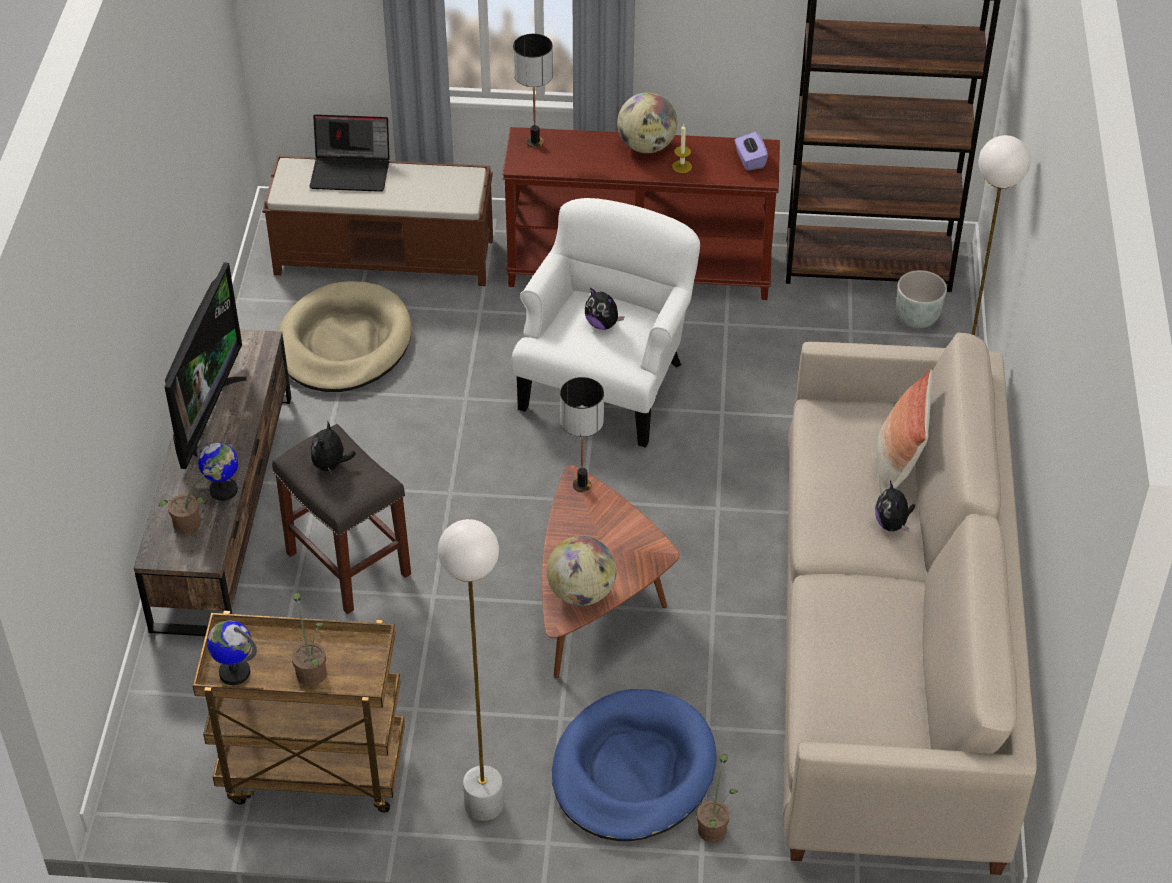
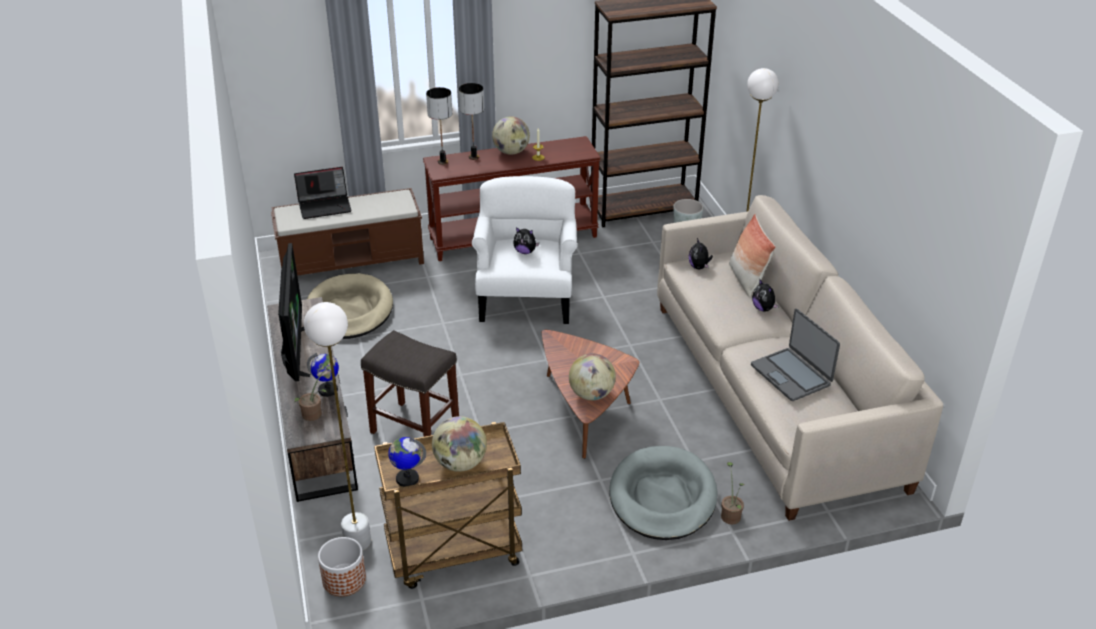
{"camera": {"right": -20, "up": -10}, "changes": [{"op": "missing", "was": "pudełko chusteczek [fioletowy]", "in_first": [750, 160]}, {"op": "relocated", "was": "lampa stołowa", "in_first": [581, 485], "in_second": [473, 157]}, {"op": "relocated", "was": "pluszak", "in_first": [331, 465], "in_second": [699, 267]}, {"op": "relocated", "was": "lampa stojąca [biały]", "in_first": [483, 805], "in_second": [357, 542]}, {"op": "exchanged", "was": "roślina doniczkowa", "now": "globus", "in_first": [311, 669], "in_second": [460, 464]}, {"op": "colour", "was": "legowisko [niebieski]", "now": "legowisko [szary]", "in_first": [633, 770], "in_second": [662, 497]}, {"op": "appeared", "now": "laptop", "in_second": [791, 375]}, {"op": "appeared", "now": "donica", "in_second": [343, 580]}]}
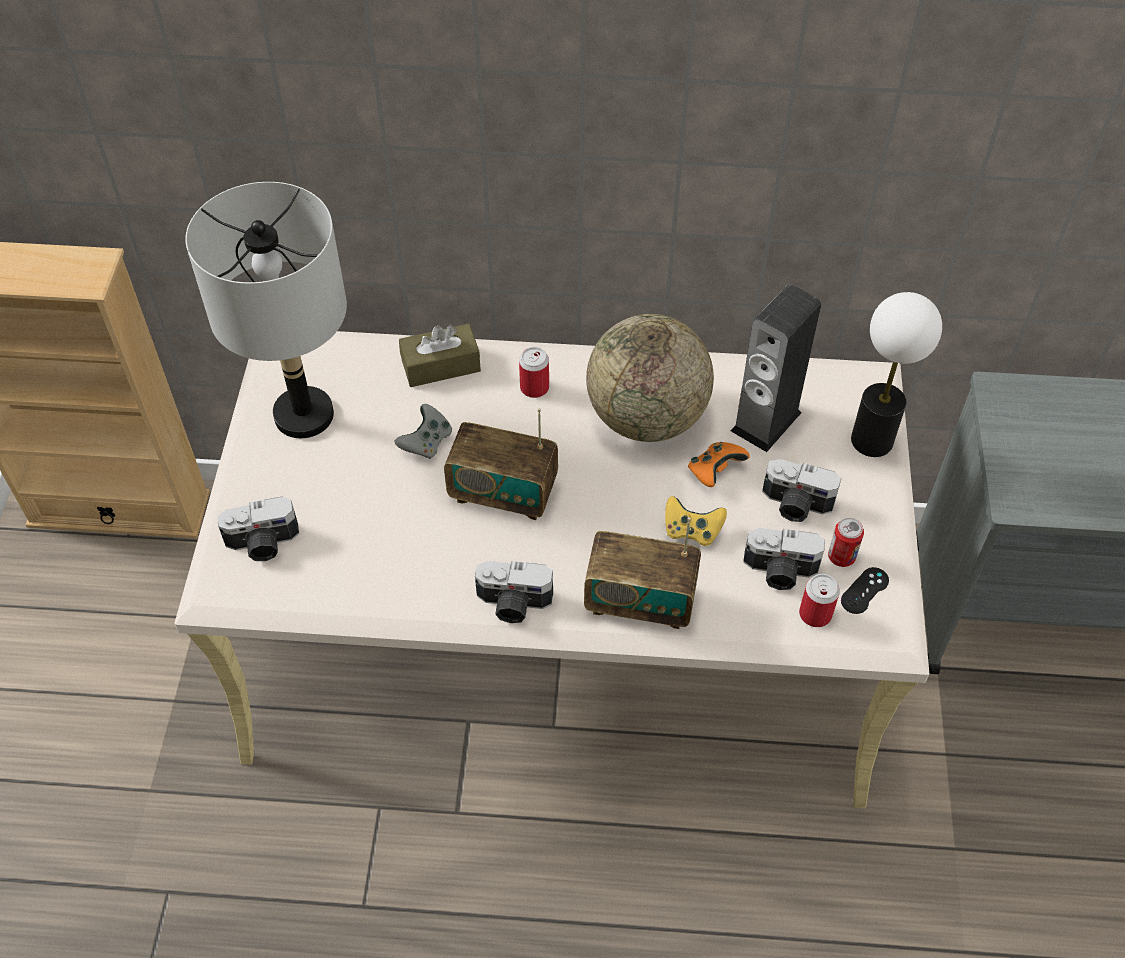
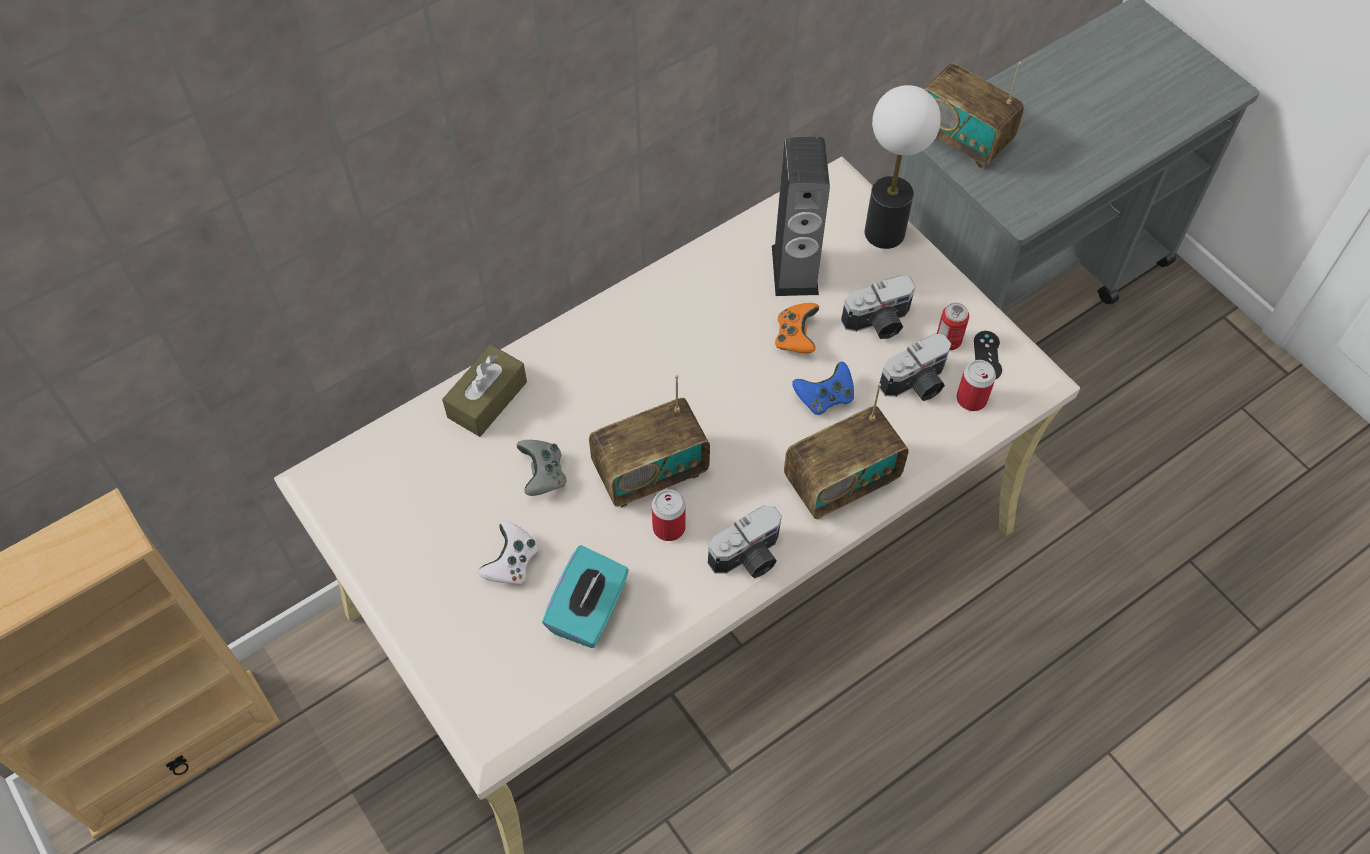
{"camera": {"right": -40, "up": 5}, "changes": [{"op": "missing", "was": "lampa stołowa [szary]", "in_first": [304, 414]}, {"op": "missing", "was": "globus", "in_first": [646, 417]}, {"op": "relocated", "was": "puszka", "in_first": [534, 387], "in_second": [669, 527]}, {"op": "colour", "was": "pad do gier [żółty]", "now": "pad do gier [niebieski]", "in_first": [691, 530], "in_second": [824, 398]}, {"op": "missing", "was": "aparat fotograficzny", "in_first": [263, 544]}, {"op": "appeared", "now": "radio", "in_second": [963, 139]}, {"op": "appeared", "now": "pad do gier [biały]", "in_second": [511, 563]}, {"op": "appeared", "now": "pudełko chusteczek [turkusowy]", "in_second": [589, 611]}]}
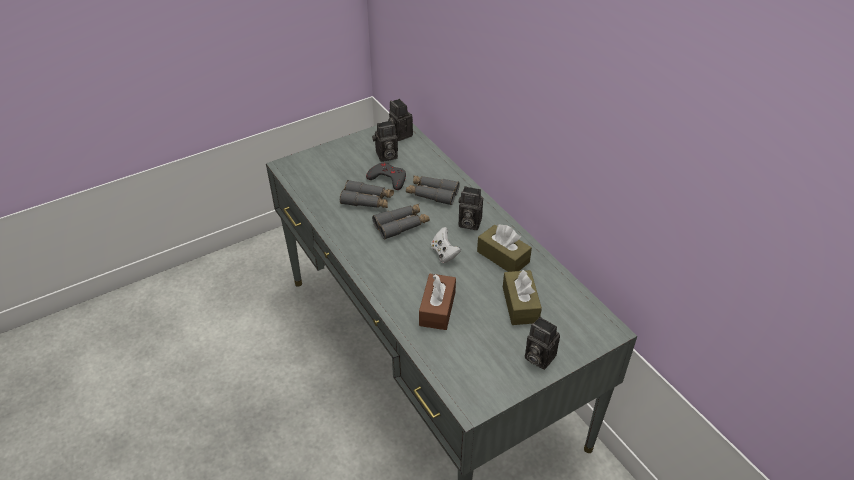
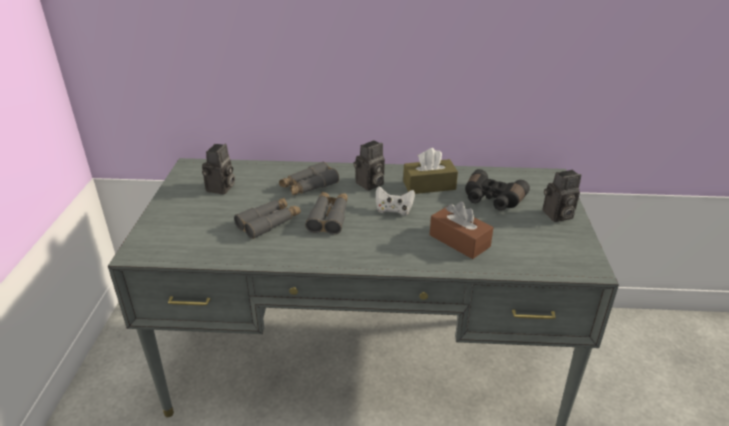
{"camera": {"right": -55, "up": -10}, "changes": [{"op": "missing", "was": "aparat fotograficzny", "in_first": [399, 134]}, {"op": "missing", "was": "pad do gier [szary]", "in_first": [388, 179]}, {"op": "exchanged", "was": "pudełko chusteczek [brązowy]", "now": "lornetka [czarny]", "in_first": [520, 304], "in_second": [492, 200]}]}
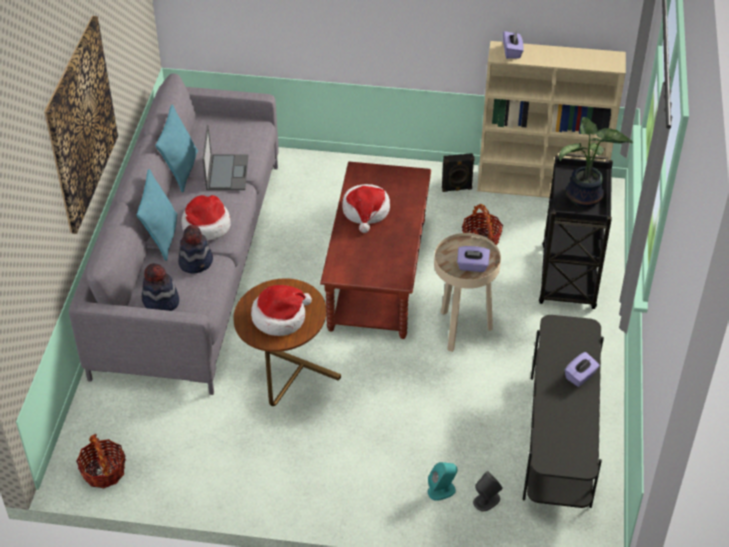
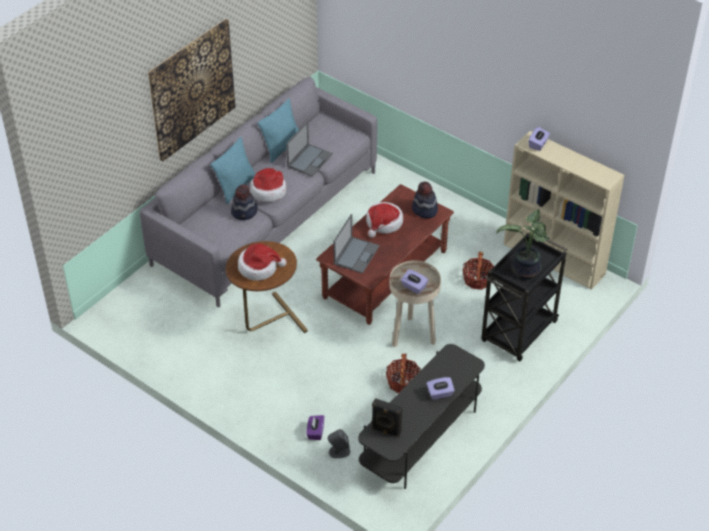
{"camera": {"right": 30, "up": 0}, "changes": [{"op": "relocated", "was": "głośnik [czarny]", "in_first": [456, 189], "in_second": [386, 431]}, {"op": "relocated", "was": "kapelusz", "in_first": [160, 301], "in_second": [424, 210]}, {"op": "relocated", "was": "koszyk", "in_first": [103, 471], "in_second": [402, 382]}, {"op": "exchanged", "was": "głośnik [turkusowy]", "now": "pudełko chusteczek [fioletowy]", "in_first": [442, 490], "in_second": [315, 432]}, {"op": "appeared", "now": "laptop", "in_second": [356, 254]}]}
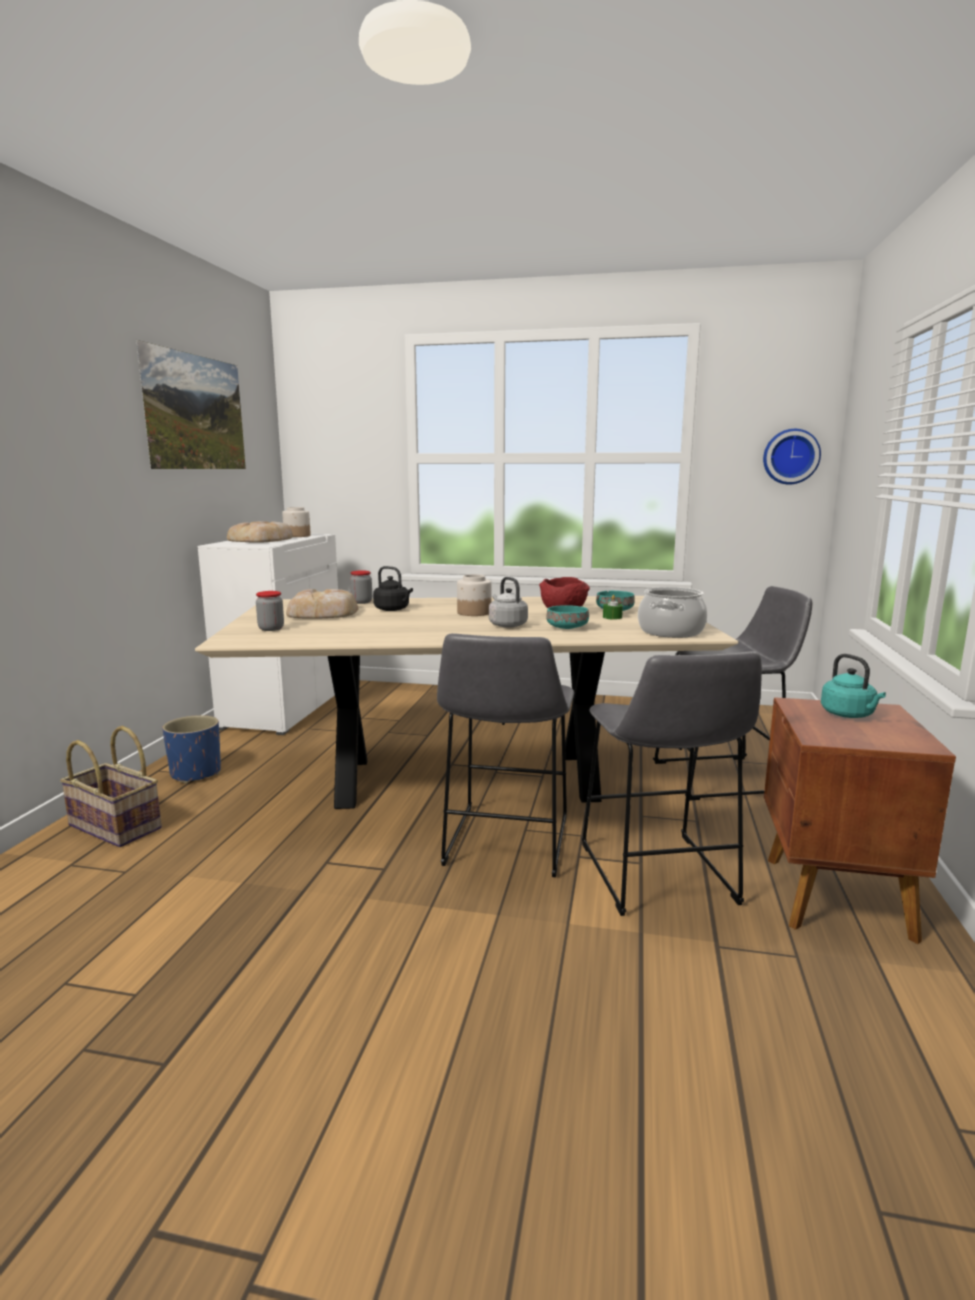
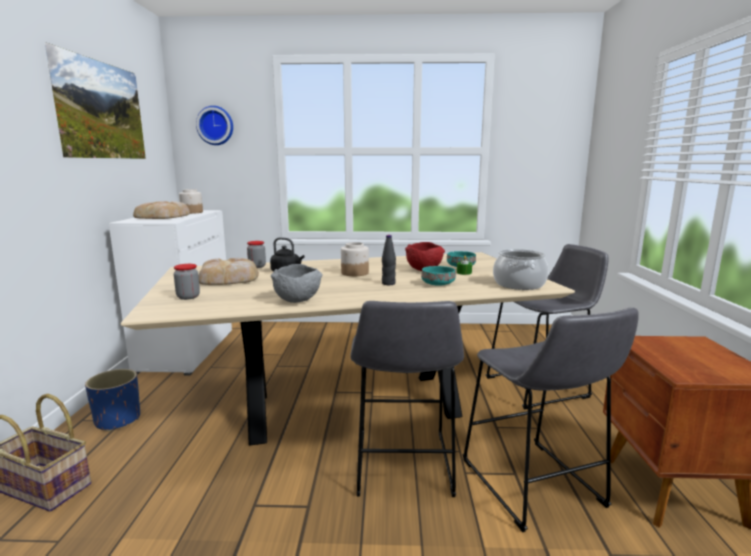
{"camera": {"right": -10, "up": 0}, "changes": [{"op": "relocated", "was": "zegar ścienny", "in_first": [790, 456], "in_second": [215, 125]}, {"op": "exchanged", "was": "czajnik [szary]", "now": "butelka [czarny]", "in_first": [506, 625], "in_second": [388, 283]}, {"op": "missing", "was": "czajnik [turkusowy]", "in_first": [849, 715]}, {"op": "appeared", "now": "miska [szary]", "in_second": [298, 300]}]}
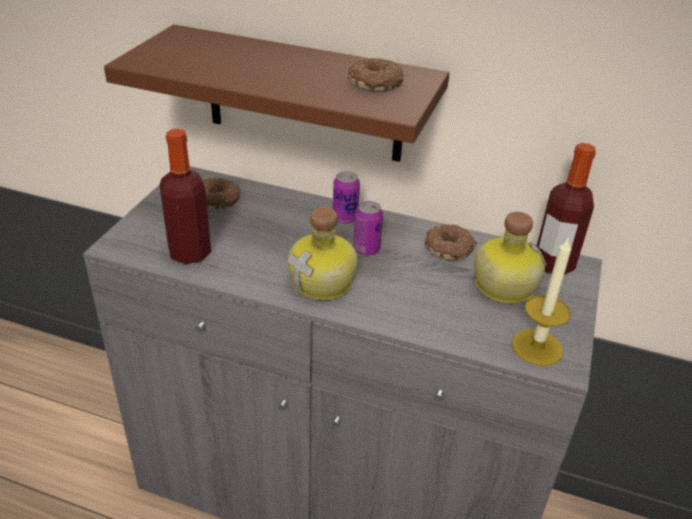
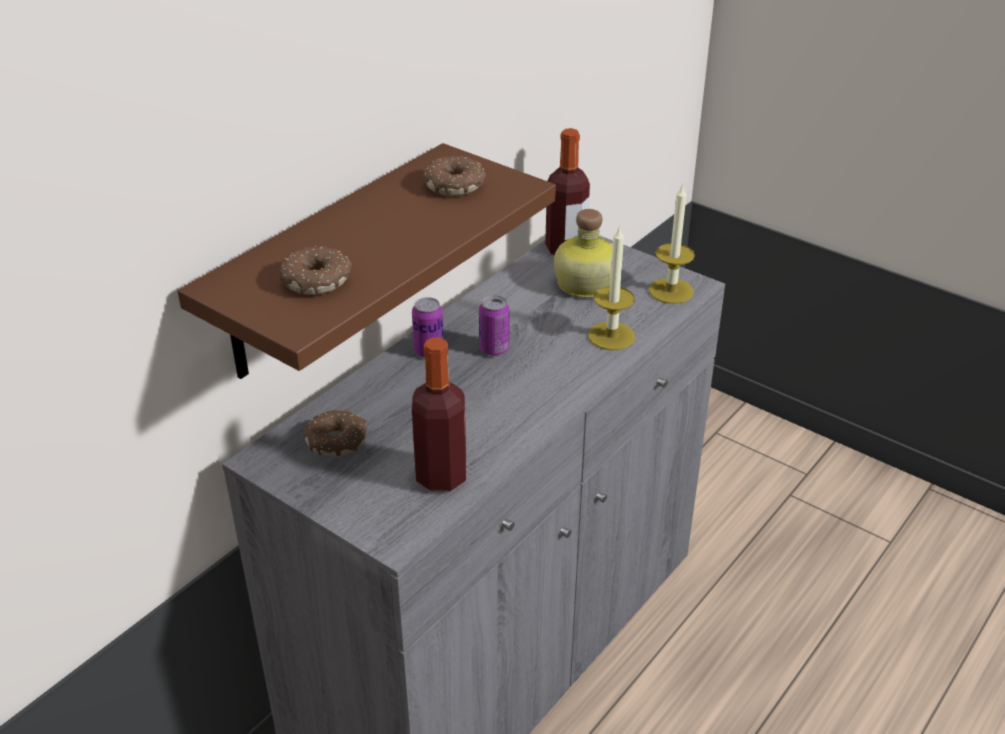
{"camera": {"right": -70, "up": 0}, "changes": [{"op": "missing", "was": "butelka", "in_first": [324, 282]}, {"op": "relocated", "was": "donut", "in_first": [449, 249], "in_second": [317, 280]}, {"op": "appeared", "now": "świeca", "in_second": [611, 336]}]}
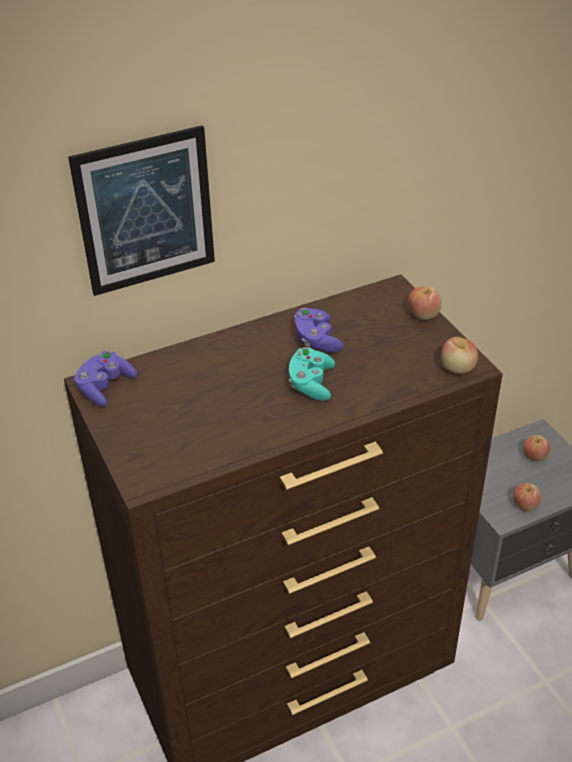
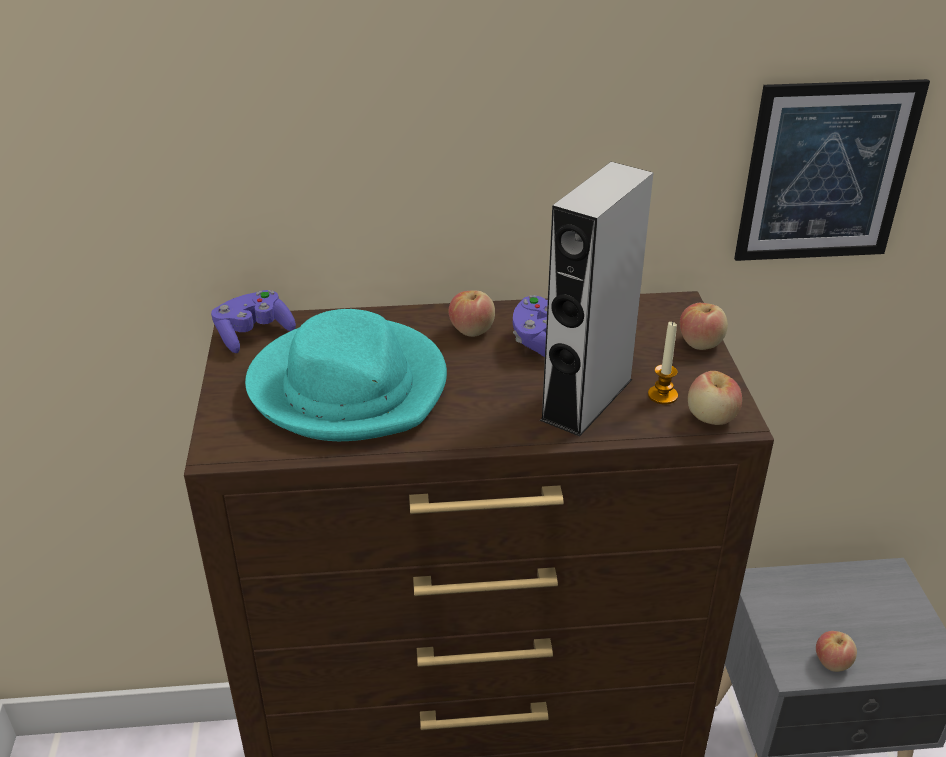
{"camera": {"right": 20, "up": -5}, "changes": [{"op": "relocated", "was": "obraz", "in_first": [146, 212], "in_second": [826, 173]}, {"op": "missing", "was": "pad do gier [turkusowy]", "in_first": [311, 384]}, {"op": "relocated", "was": "jabłko", "in_first": [534, 456], "in_second": [471, 330]}, {"op": "appeared", "now": "głośnik [szary]", "in_second": [587, 399]}, {"op": "appeared", "now": "kapelusz [turkusowy]", "in_second": [350, 386]}, {"op": "appeared", "now": "świeca", "in_second": [662, 395]}]}
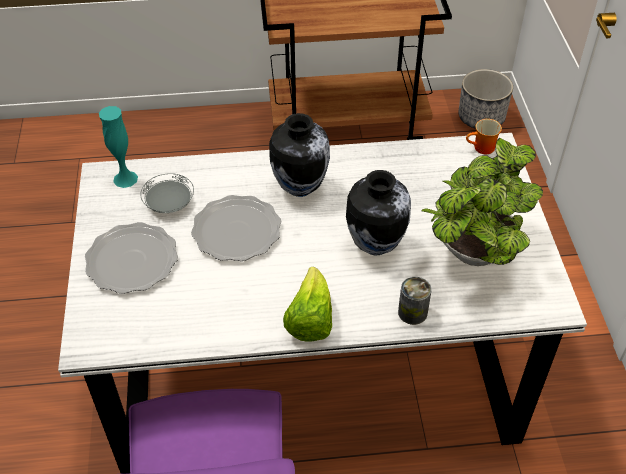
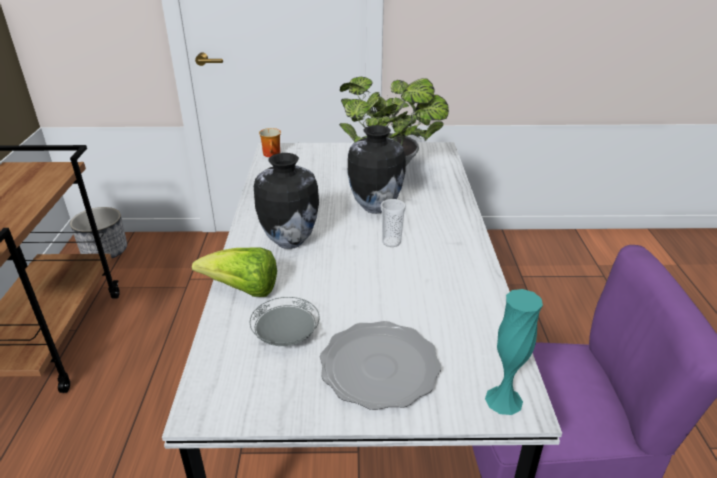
{"camera": {"right": -85, "up": -15}, "changes": [{"op": "relocated", "was": "wazon [turkusowy]", "in_first": [125, 179], "in_second": [503, 400]}, {"op": "missing", "was": "talerz", "in_first": [237, 230]}, {"op": "relocated", "was": "sałata", "in_first": [310, 320], "in_second": [243, 290]}, {"op": "missing", "was": "puszka", "in_first": [412, 312]}, {"op": "appeared", "now": "filiżanka", "in_second": [391, 242]}]}
